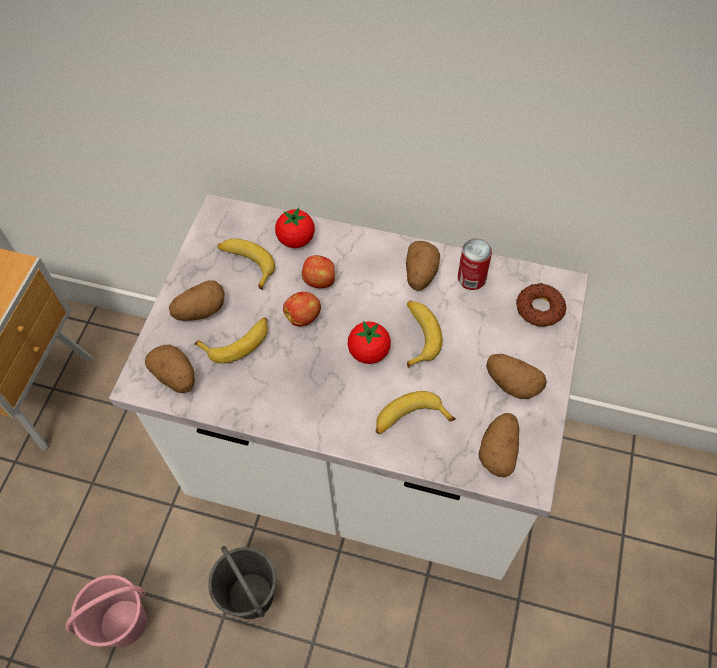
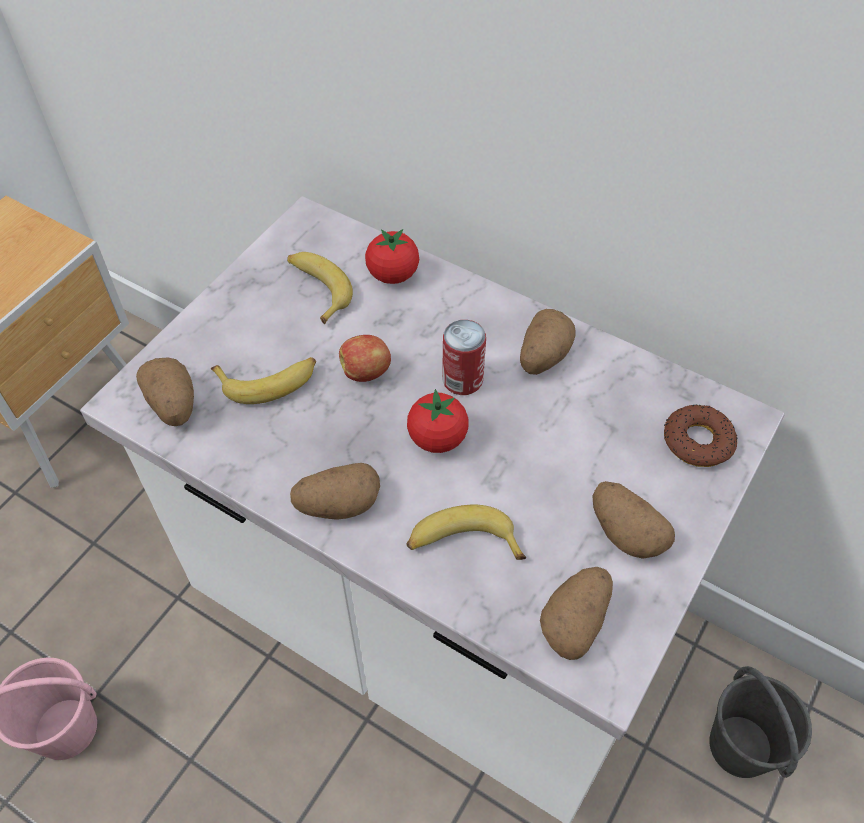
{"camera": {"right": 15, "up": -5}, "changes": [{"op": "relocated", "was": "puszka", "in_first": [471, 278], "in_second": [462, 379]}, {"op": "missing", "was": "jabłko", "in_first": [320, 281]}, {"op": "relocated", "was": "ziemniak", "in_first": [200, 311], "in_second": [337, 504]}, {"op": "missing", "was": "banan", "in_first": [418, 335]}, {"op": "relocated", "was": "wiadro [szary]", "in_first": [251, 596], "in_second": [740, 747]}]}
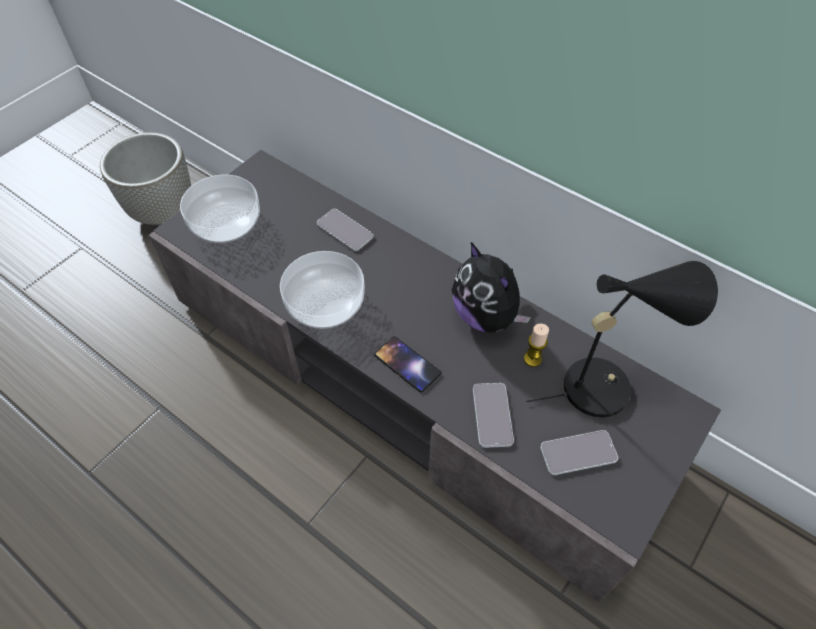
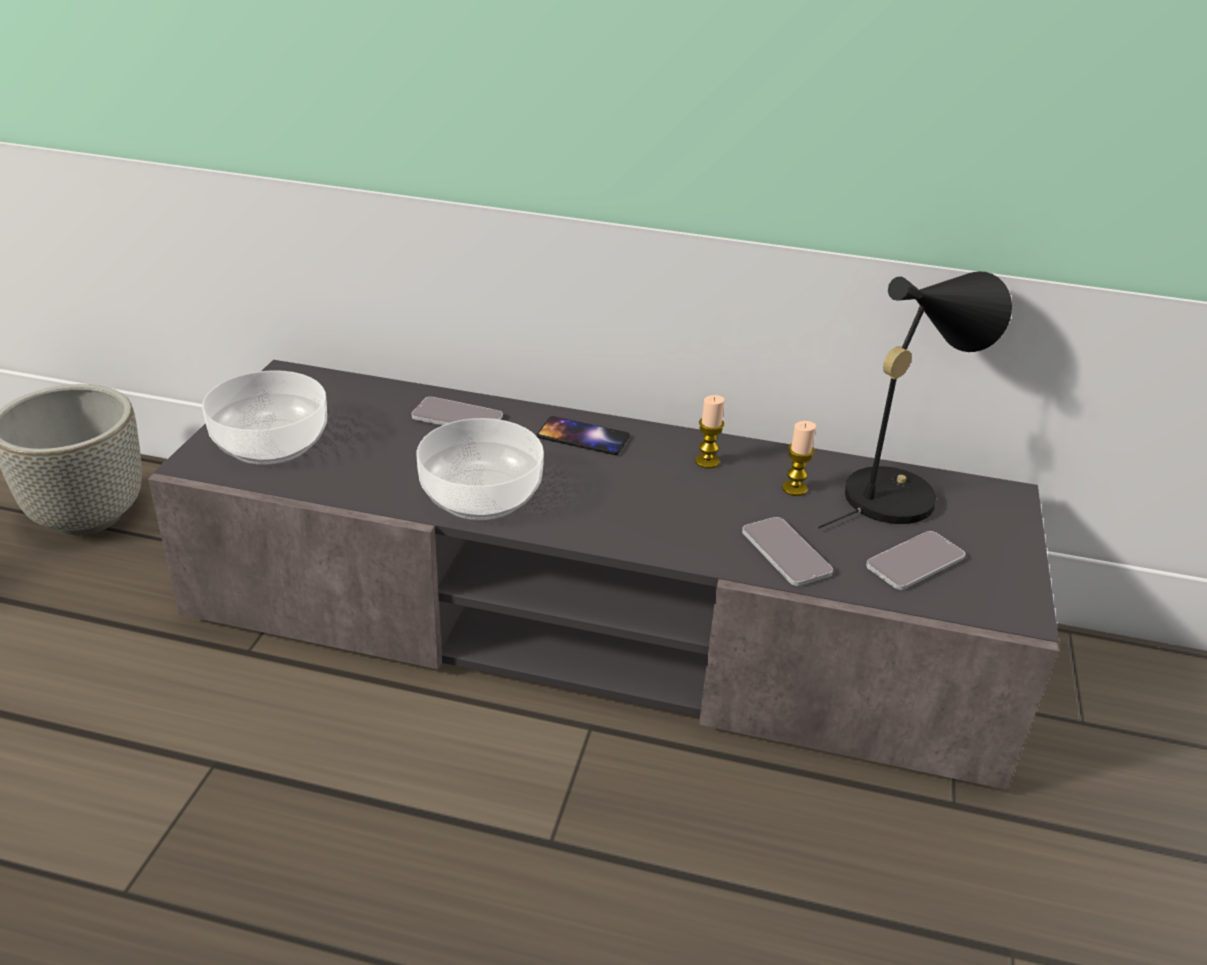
{"camera": {"right": -25, "up": -20}, "changes": [{"op": "exchanged", "was": "pluszak", "now": "świeca", "in_first": [486, 316], "in_second": [707, 461]}, {"op": "relocated", "was": "telefon", "in_first": [407, 364], "in_second": [583, 437]}]}
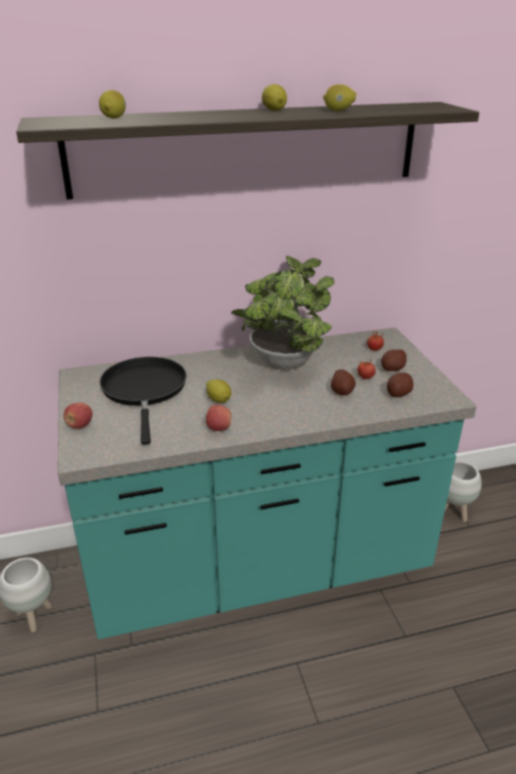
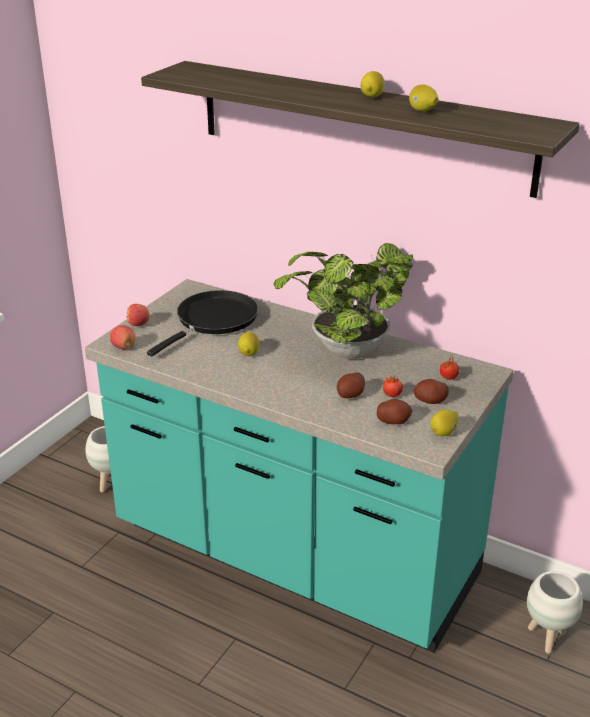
{"camera": {"right": 45, "up": 0}, "changes": [{"op": "relocated", "was": "cytryna", "in_first": [114, 118], "in_second": [444, 432]}, {"op": "relocated", "was": "jabłko", "in_first": [218, 428], "in_second": [123, 347]}]}
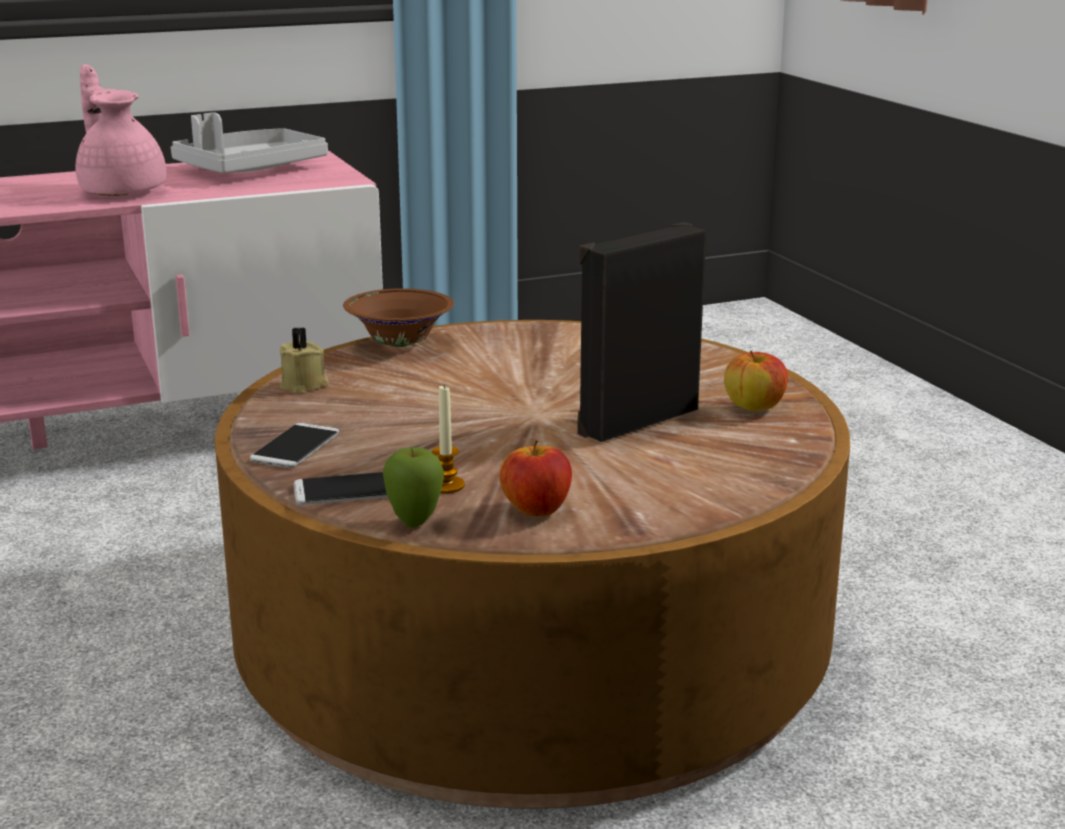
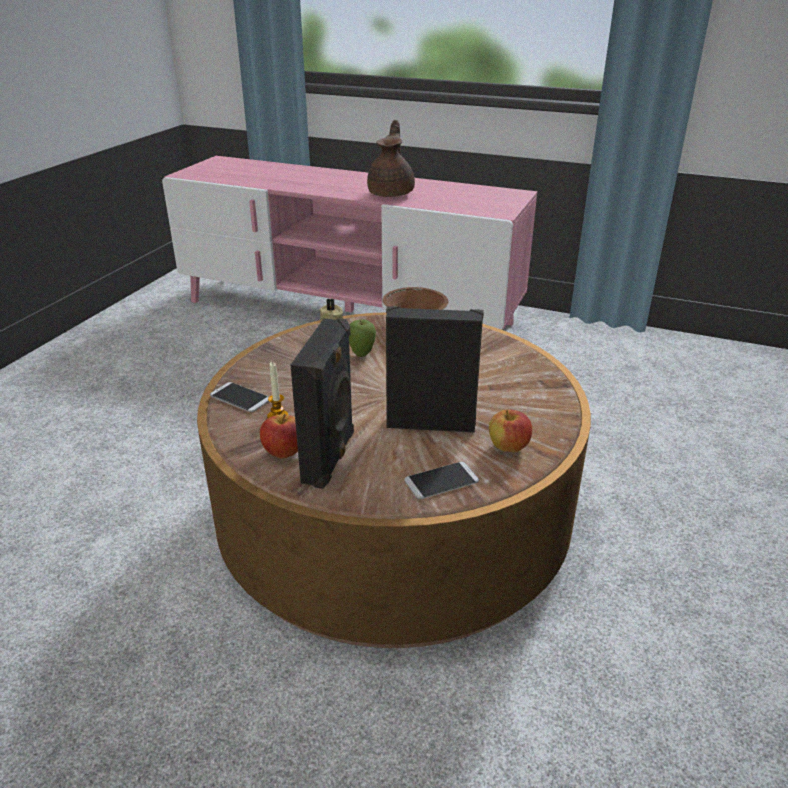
{"camera": {"right": 45, "up": 10}, "changes": [{"op": "colour", "was": "imbryk [różowy]", "now": "imbryk [brązowy]", "in_first": [122, 190], "in_second": [392, 193]}, {"op": "missing", "was": "taca [szary]", "in_first": [250, 169]}, {"op": "relocated", "was": "telefon", "in_first": [295, 447], "in_second": [441, 481]}, {"op": "relocated", "was": "jabłko", "in_first": [415, 523], "in_second": [361, 355]}, {"op": "appeared", "now": "głośnik [czarny]", "in_second": [330, 458]}]}
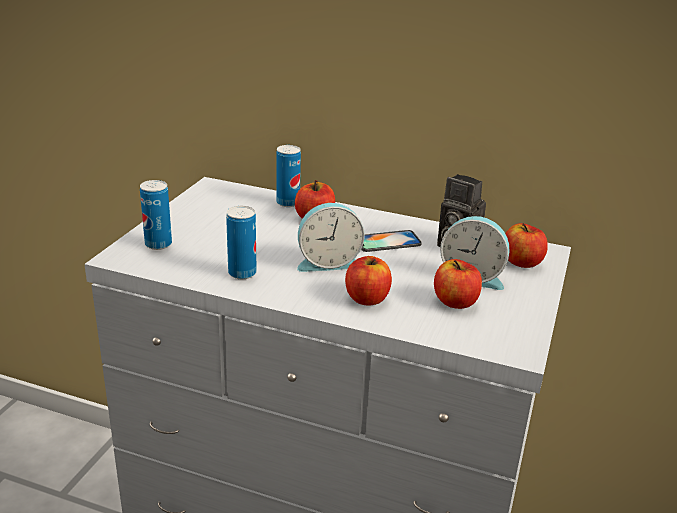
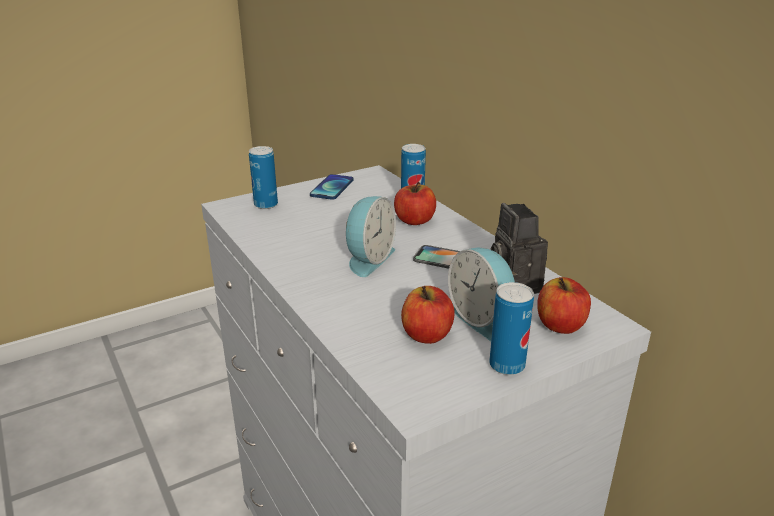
{"camera": {"right": 40, "up": 0}, "changes": [{"op": "spun", "was": "budzik", "in_first": [328, 262], "in_second": [368, 259], "clockwise": -90}, {"op": "relocated", "was": "puszka", "in_first": [242, 273], "in_second": [507, 365]}, {"op": "missing", "was": "jabłko", "in_first": [367, 298]}, {"op": "appeared", "now": "telefon", "in_second": [332, 188]}]}
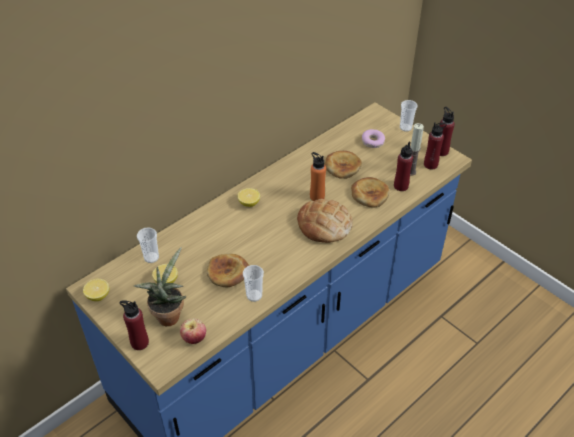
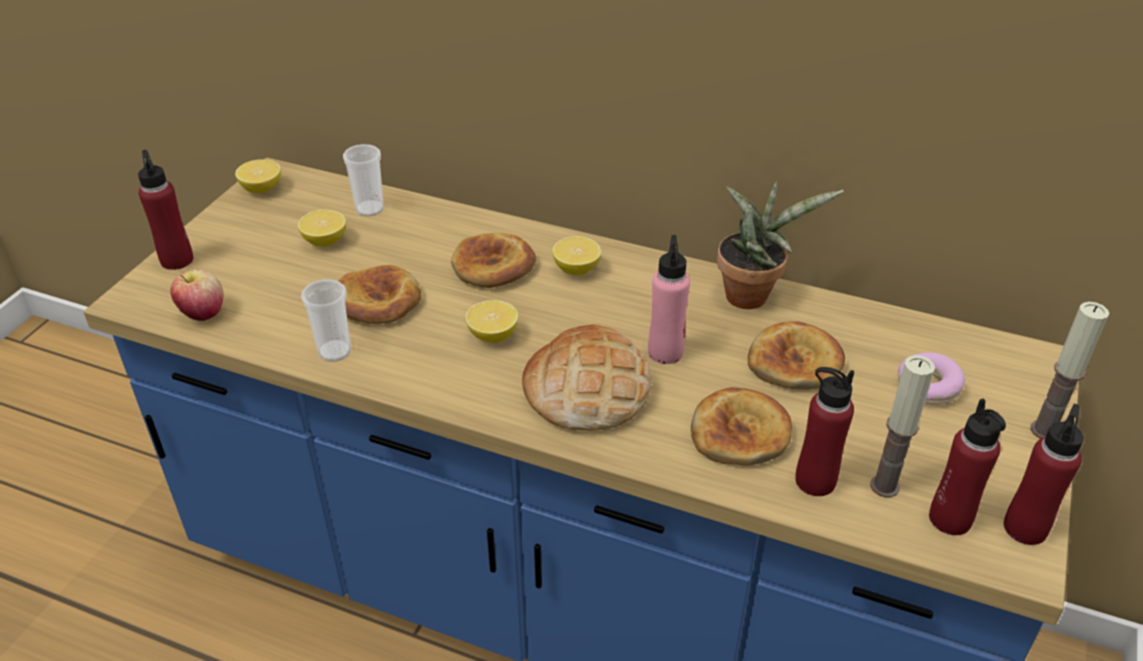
{"camera": {"right": 65, "up": -5}, "changes": [{"op": "exchanged", "was": "filiżanka", "now": "świeca", "in_first": [405, 127], "in_second": [1044, 430]}, {"op": "colour", "was": "butelka [pomarańczowy]", "now": "butelka [różowy]", "in_first": [317, 196], "in_second": [665, 352]}, {"op": "relocated", "was": "roślina doniczkowa", "in_first": [168, 314], "in_second": [752, 294]}, {"op": "appeared", "now": "chleb", "in_second": [493, 266]}, {"op": "appeared", "now": "cytryna", "in_second": [493, 335]}]}
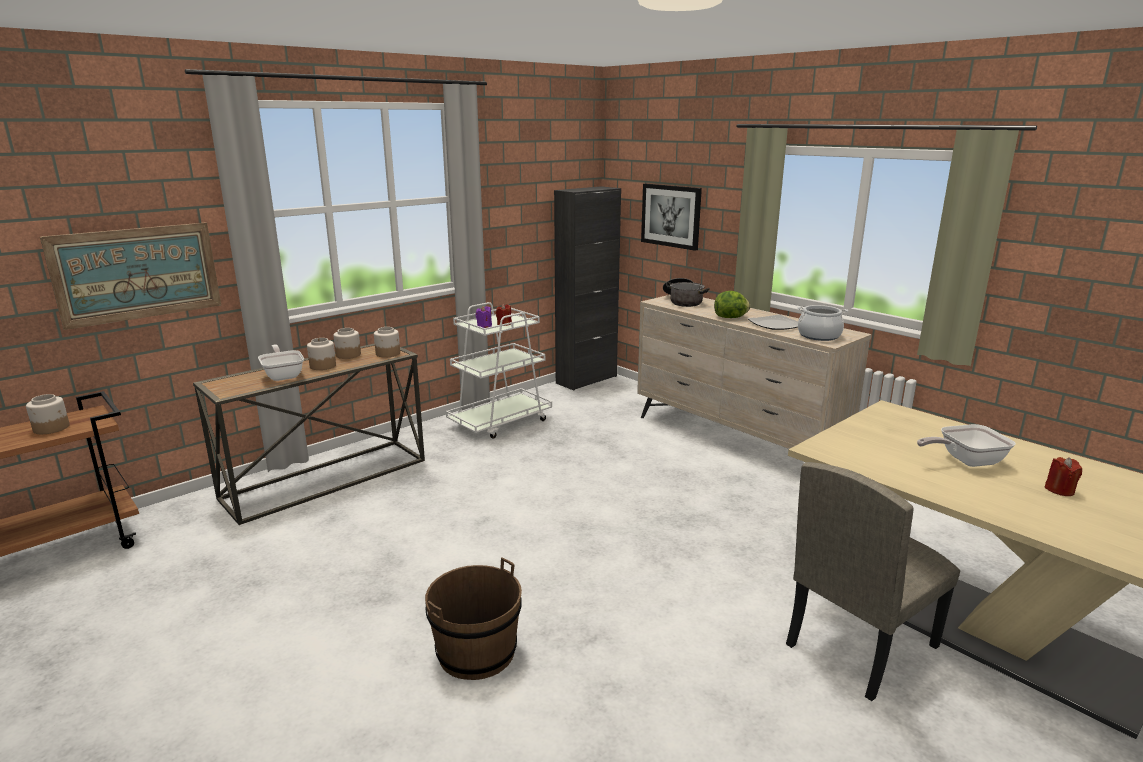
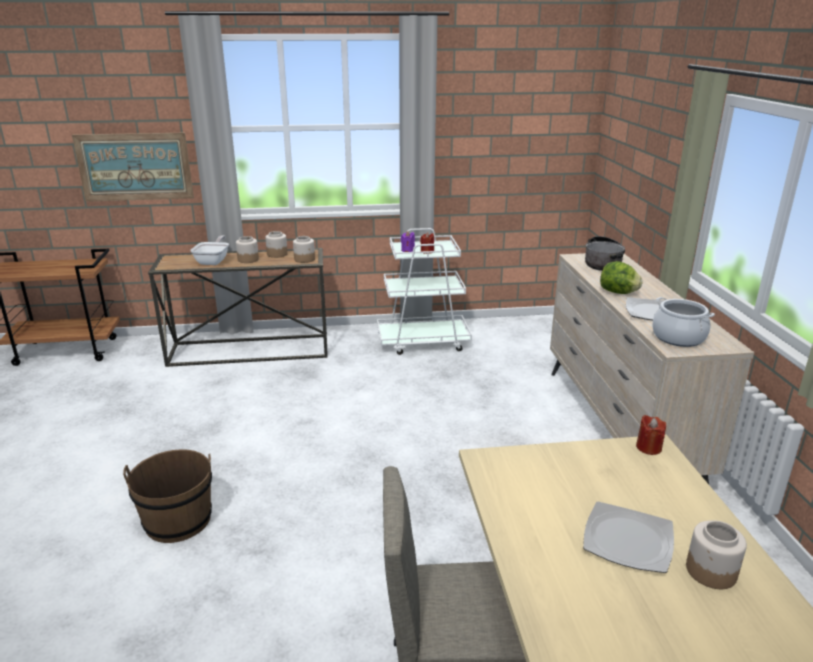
{"camera": {"right": 35, "up": 5}, "changes": [{"op": "missing", "was": "obraz", "in_first": [671, 216]}, {"op": "missing", "was": "szafka [czarny]", "in_first": [586, 380]}, {"op": "relocated", "was": "słoik", "in_first": [52, 428], "in_second": [711, 571]}, {"op": "exchanged", "was": "patelnia", "now": "talerz", "in_first": [965, 461], "in_second": [627, 539]}, {"op": "relocated", "was": "świeca [czerwony]", "in_first": [1059, 490], "in_second": [648, 447]}]}
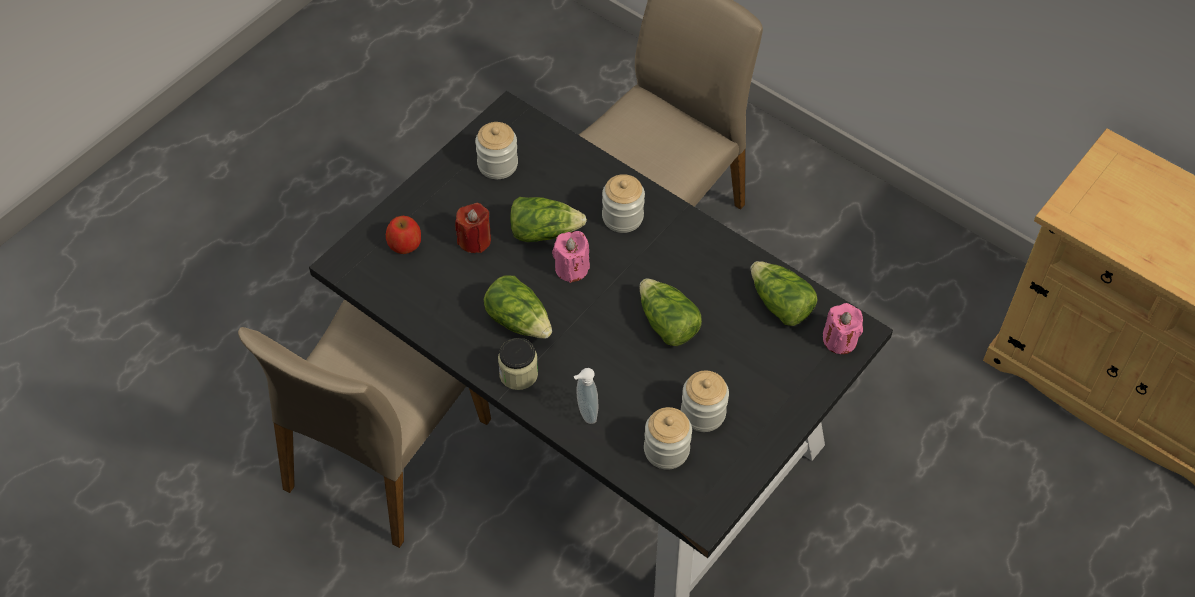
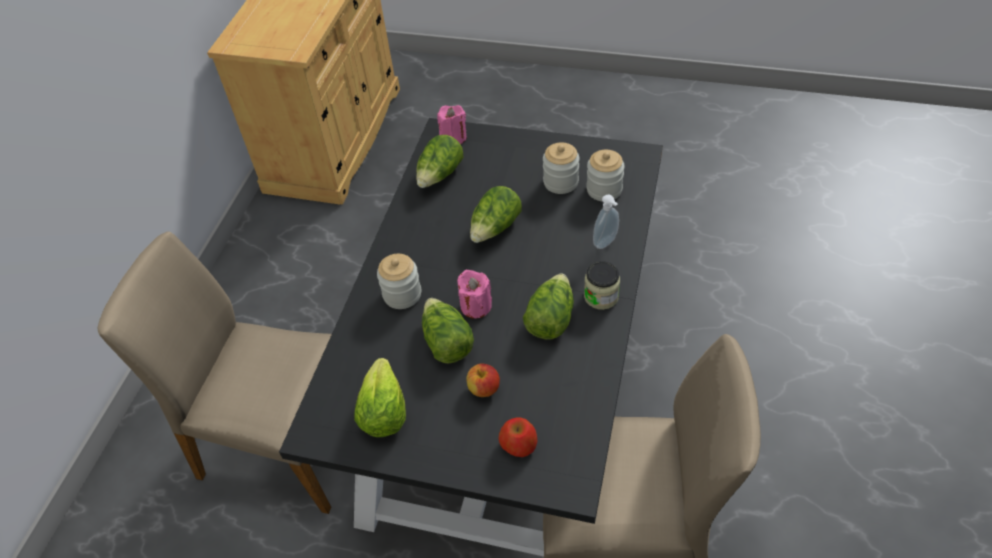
{"camera": {"right": -110, "up": -5}, "changes": [{"op": "exchanged", "was": "słoik", "now": "sałata", "in_first": [497, 164], "in_second": [383, 413]}, {"op": "exchanged", "was": "świeca [czerwony]", "now": "jabłko", "in_first": [474, 240], "in_second": [484, 389]}]}
